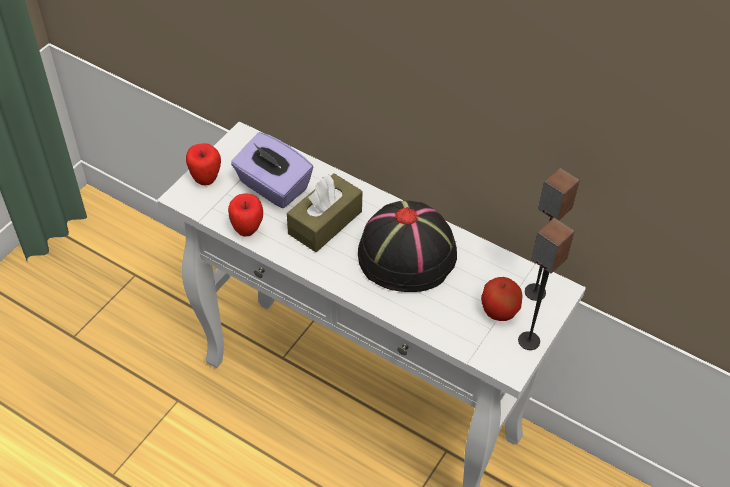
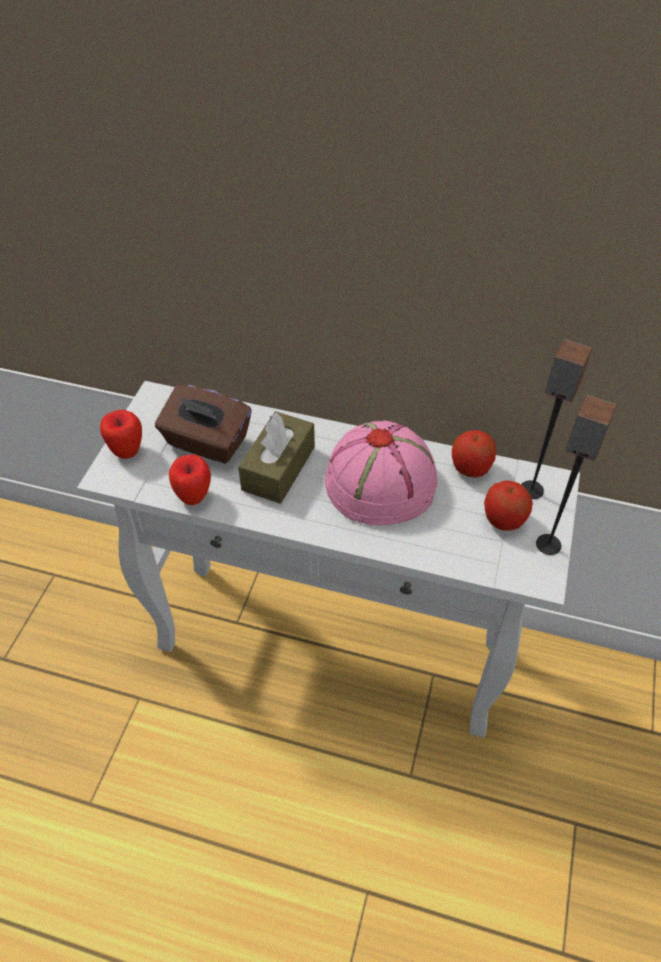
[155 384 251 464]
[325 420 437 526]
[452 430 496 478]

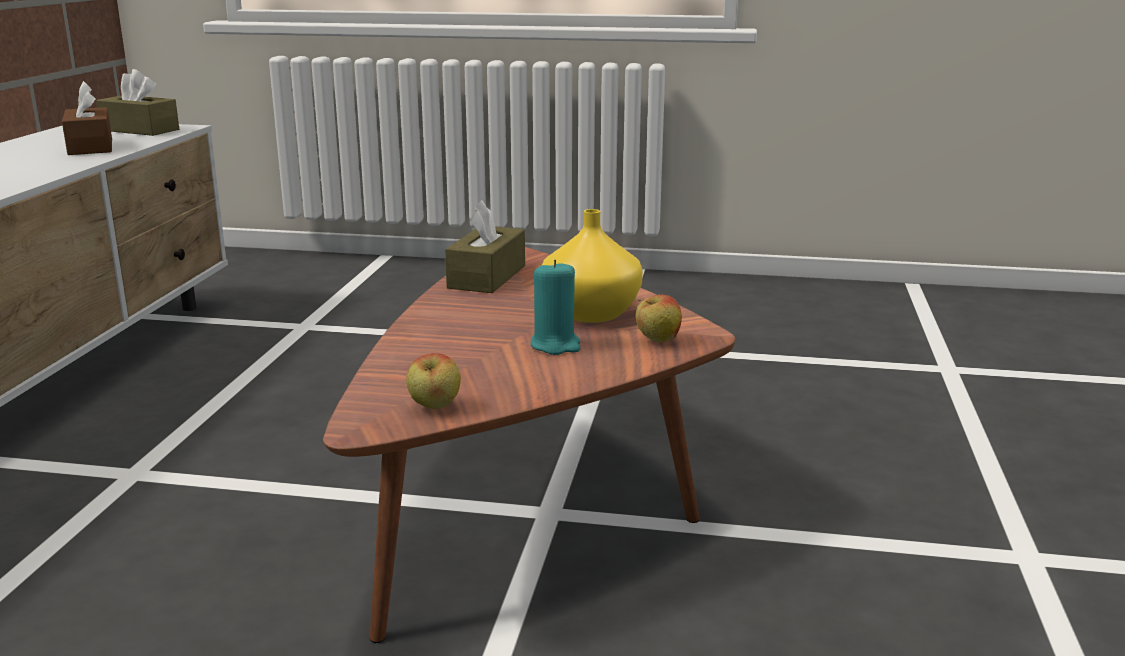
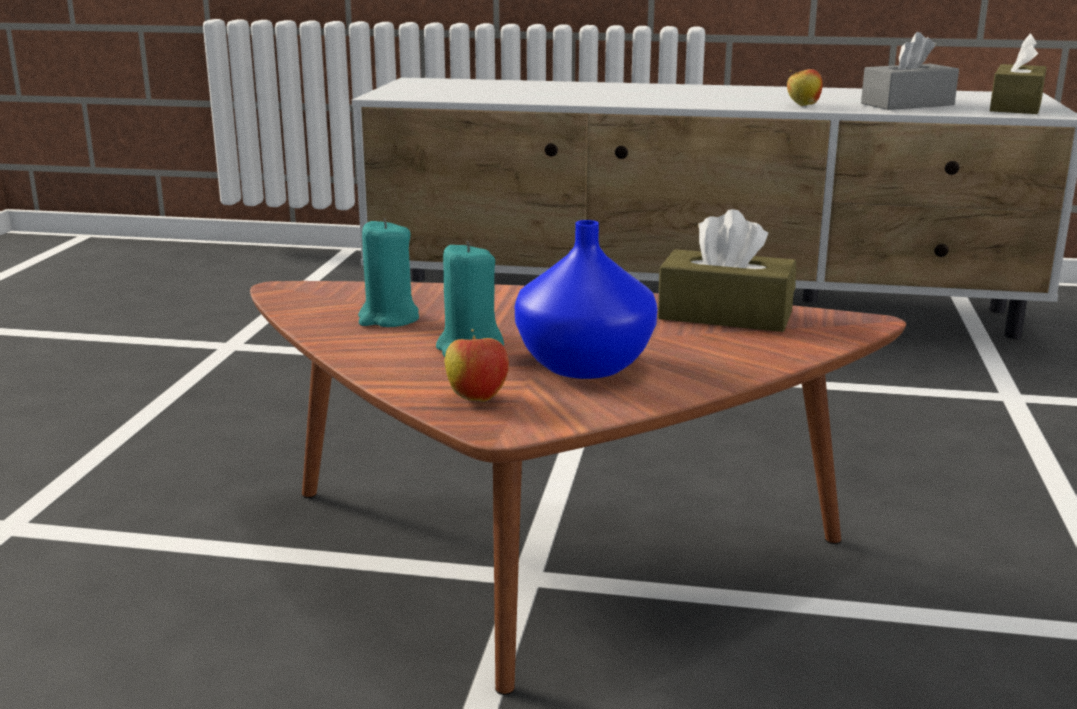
[358 218 419 327]
[515 220 657 379]
[787 69 823 106]
[861 32 959 110]

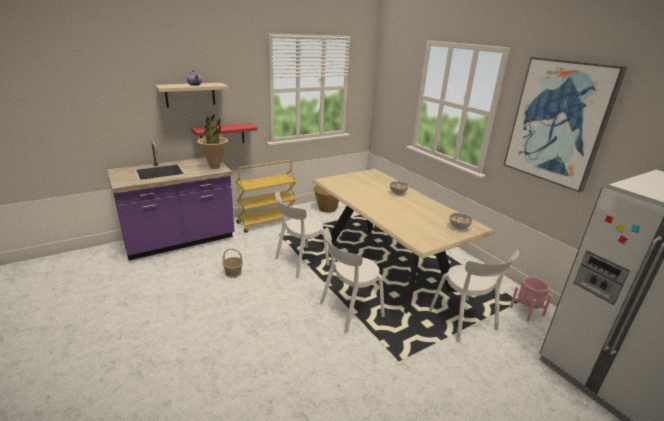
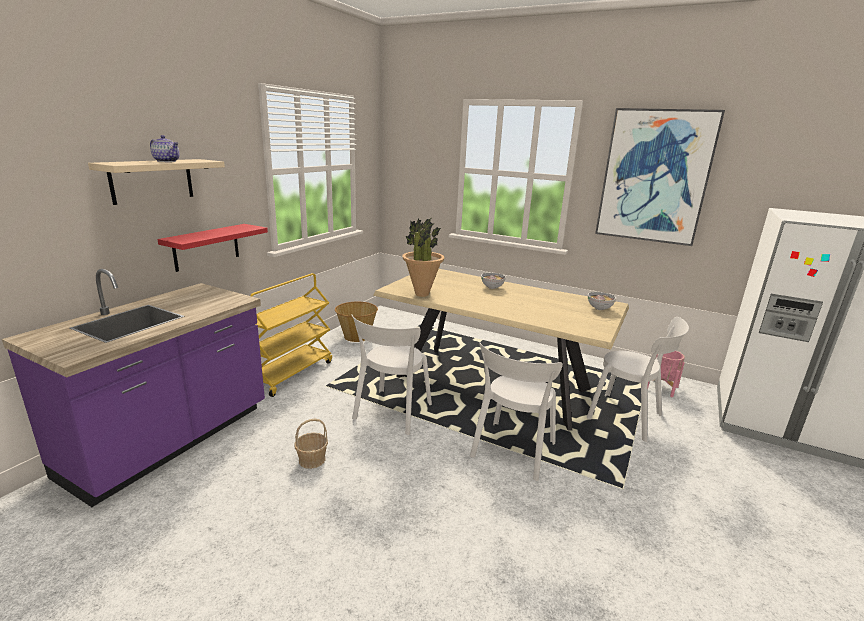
[402 218 445 297]

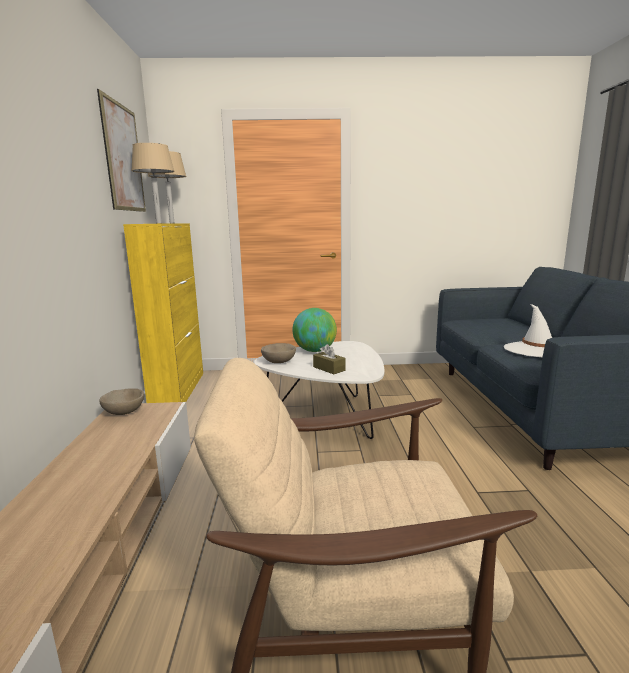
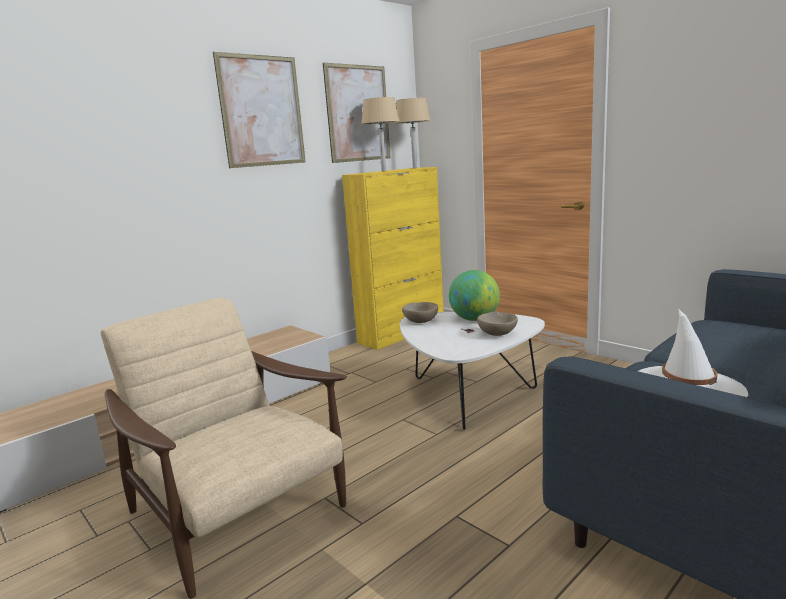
[213 52 305 168]
[477 312 518 336]
[313 344 346 374] (first image)

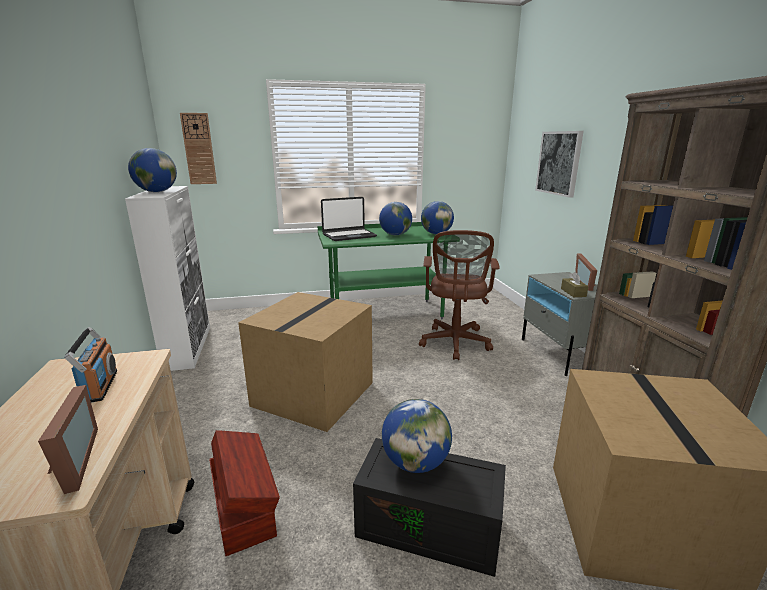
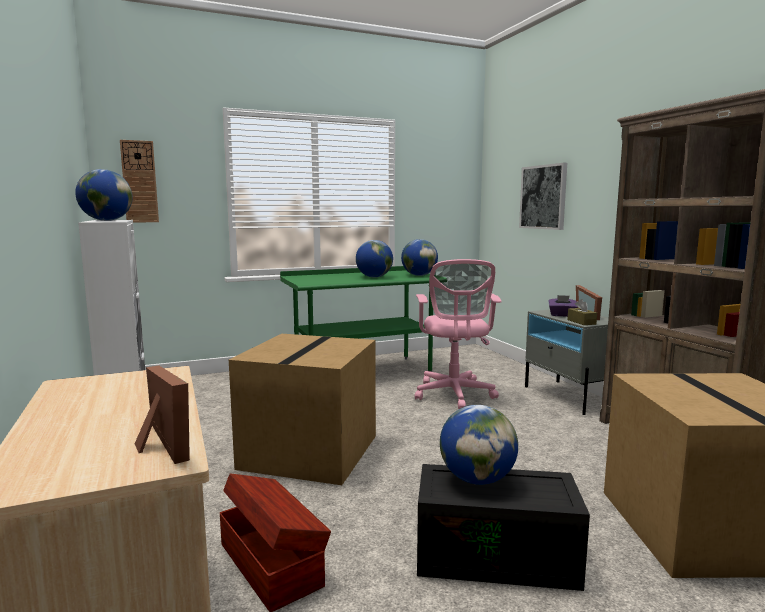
[415 259 502 409]
[548 295 577 317]
[64 327 117 402] (first image)
[321 197 377 241] (first image)

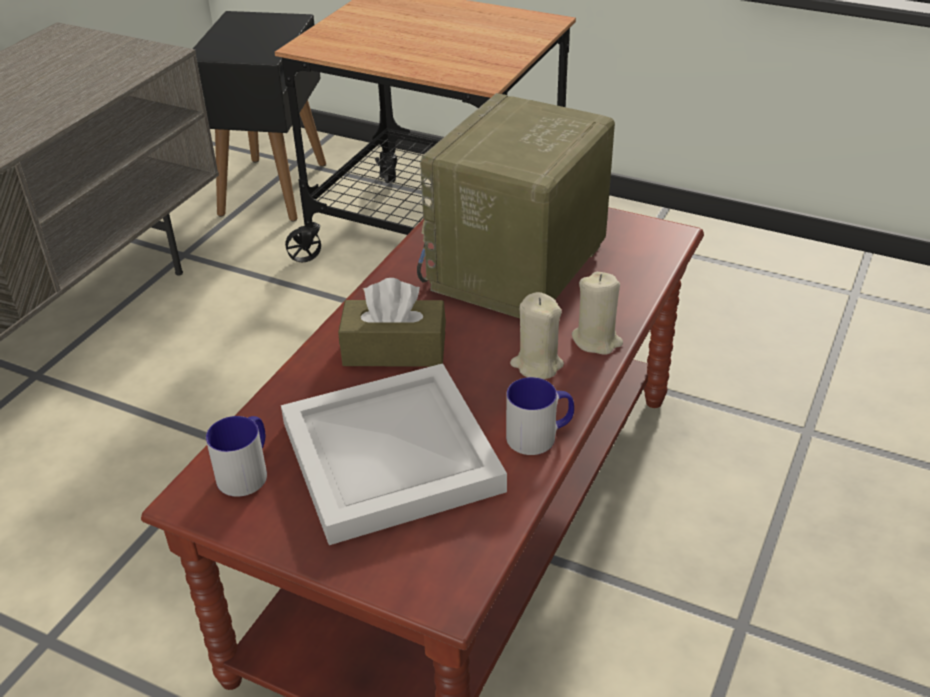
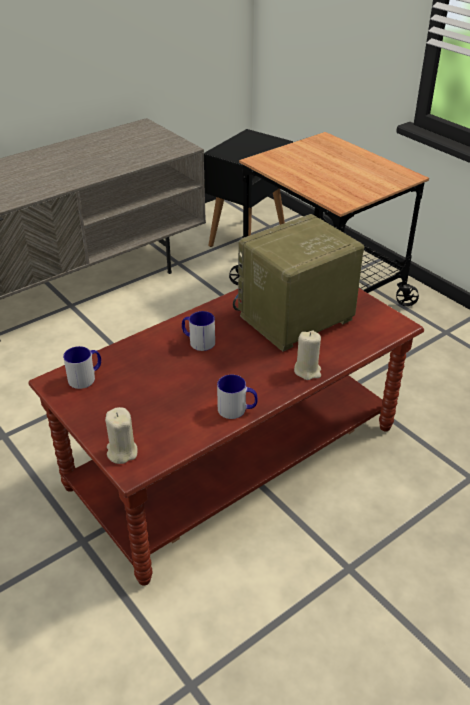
[105 407 138 464]
[182 311 215 351]
[281 363 507 545] (first image)

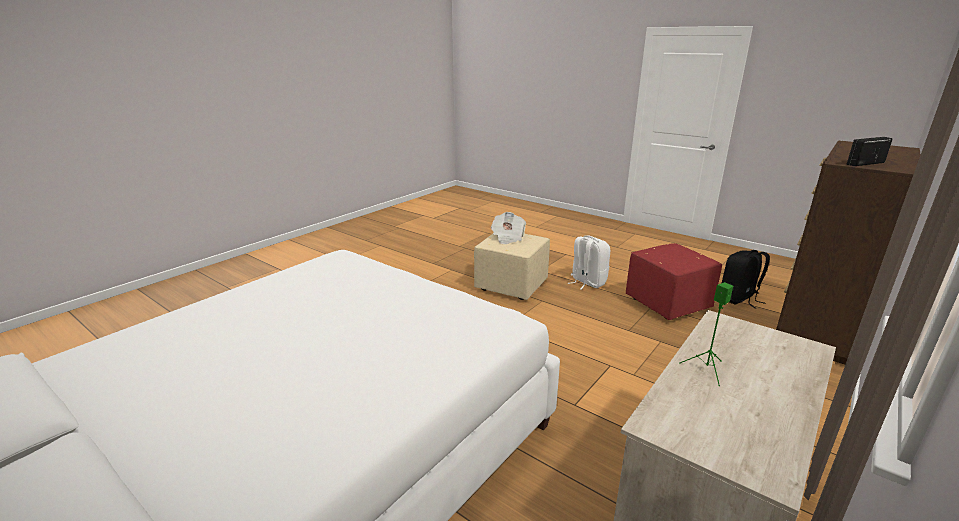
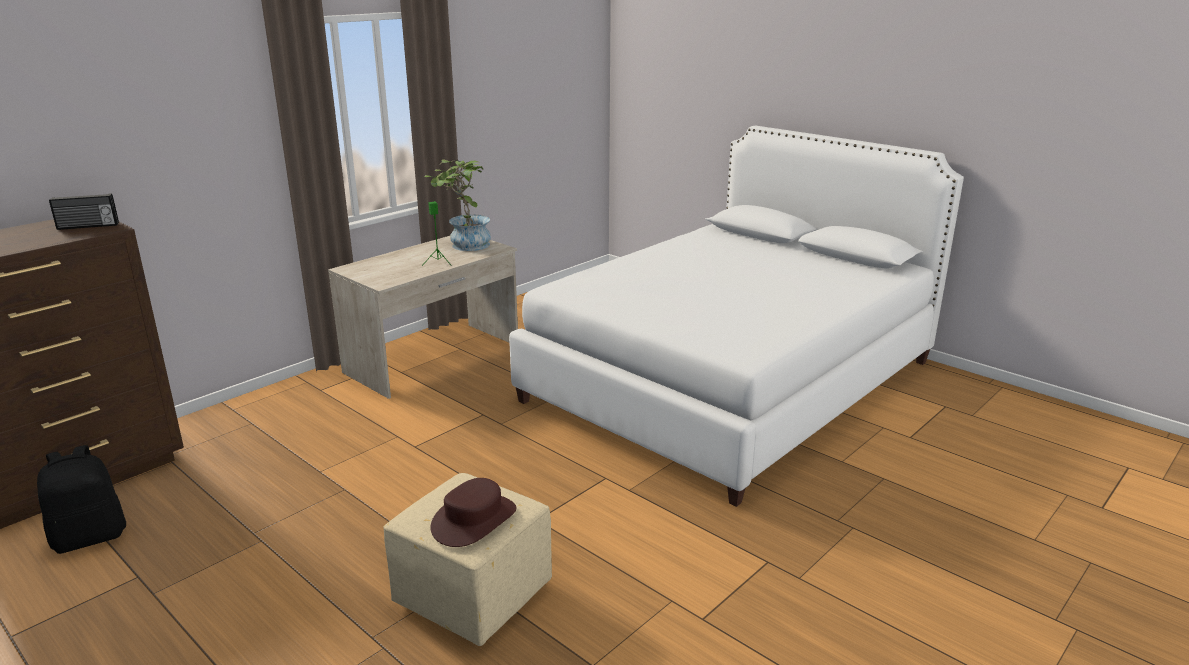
[424 159 491 251]
[430 478 516 547]
[568 235 610 289] (first image)
[626 243 722 320] (first image)

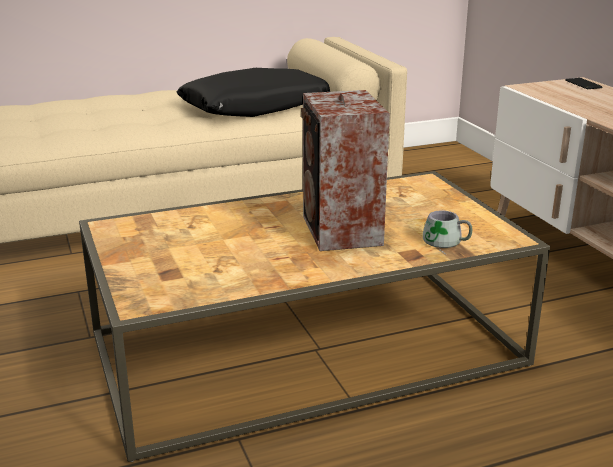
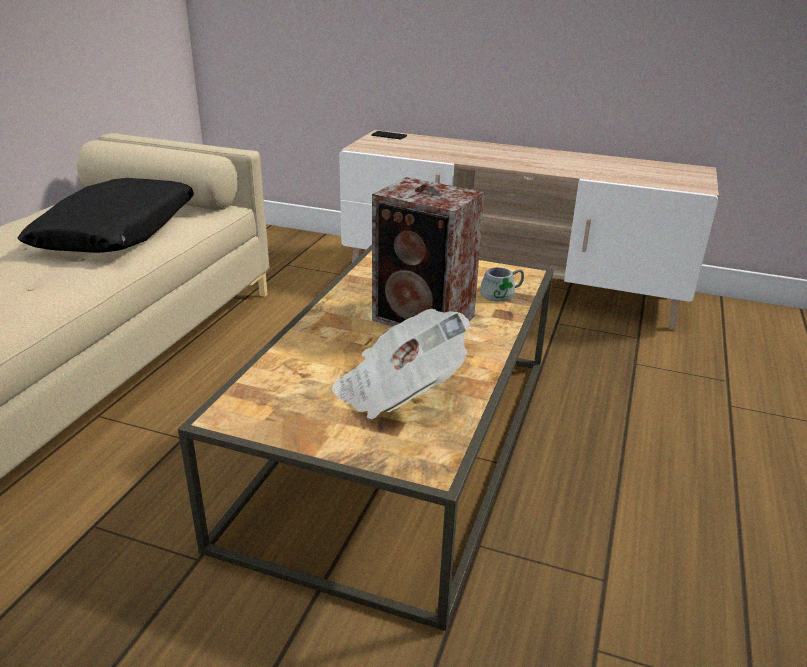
[332 309 471 420]

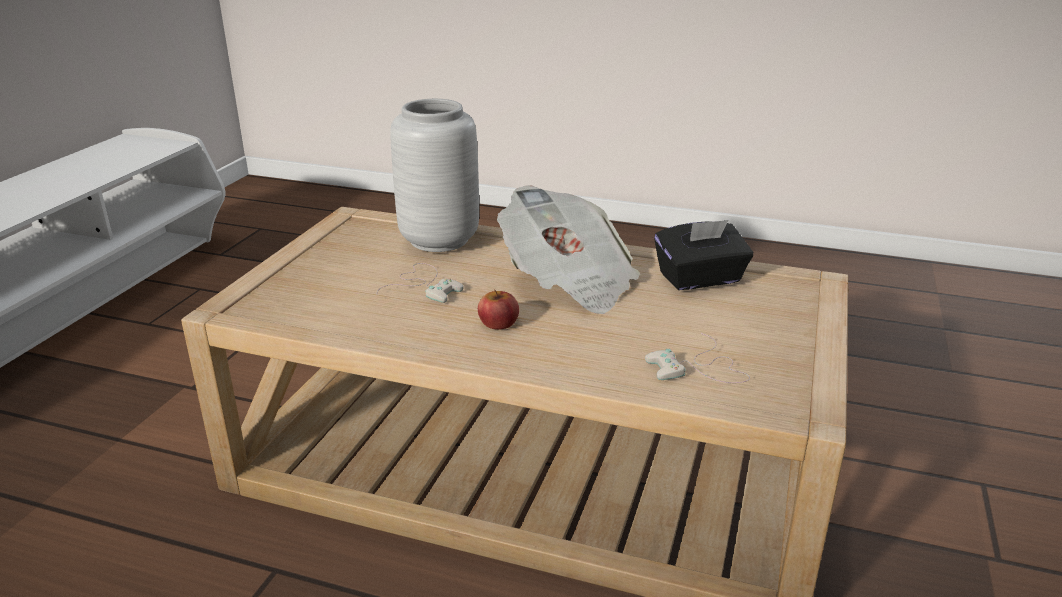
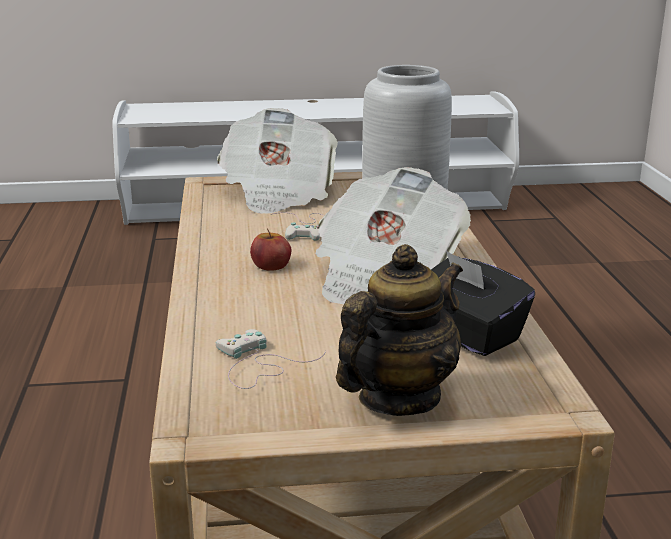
[217 108 338 214]
[336 244 463 416]

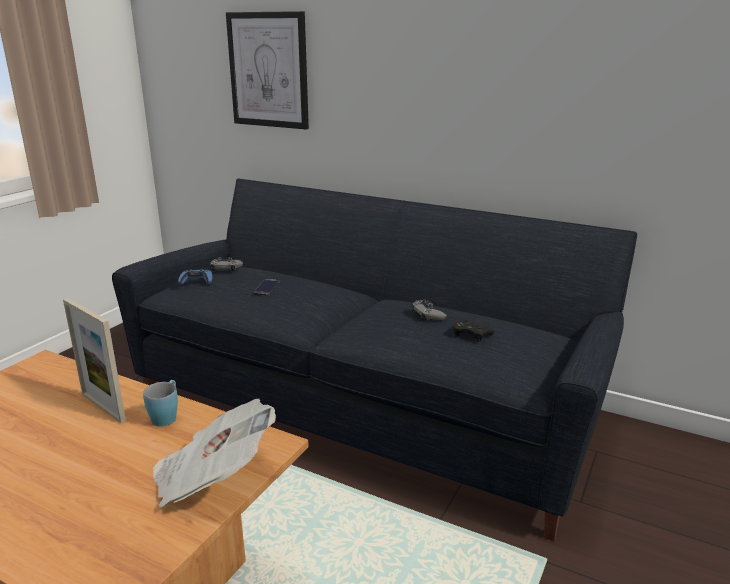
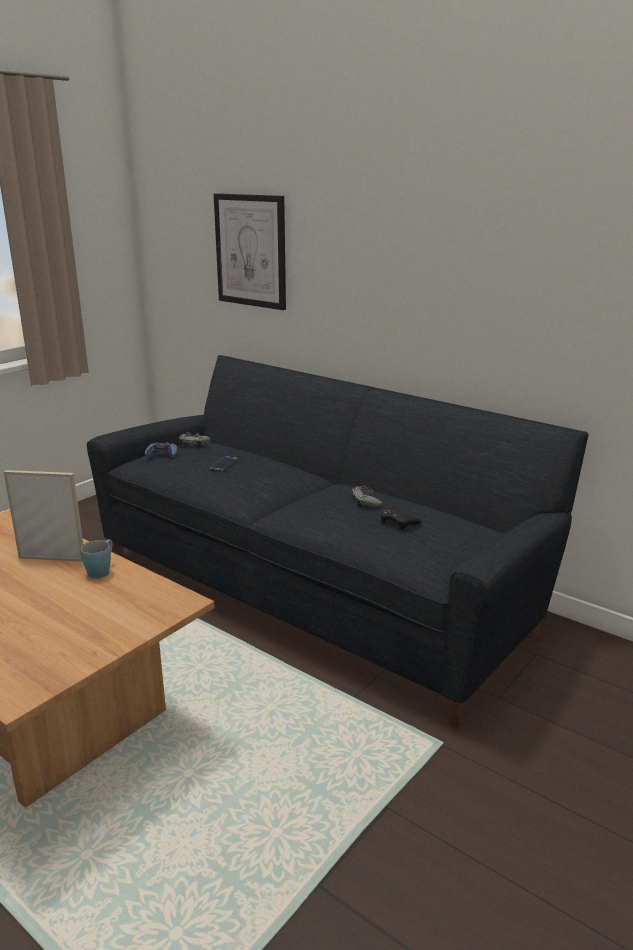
[4 470 83 562]
[153 399 276 507] (first image)

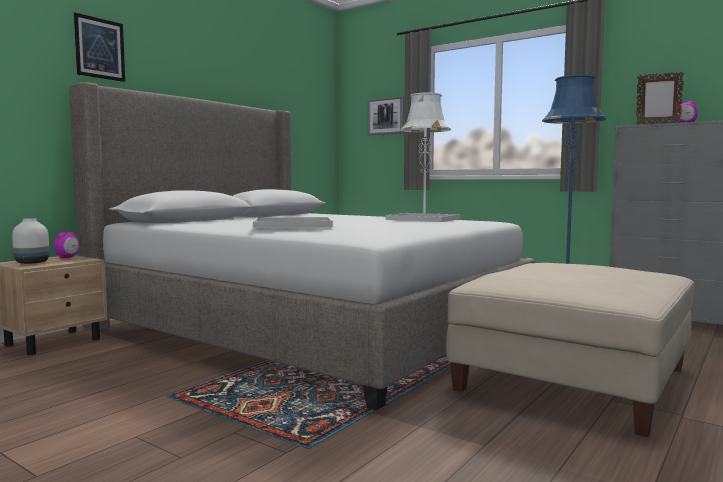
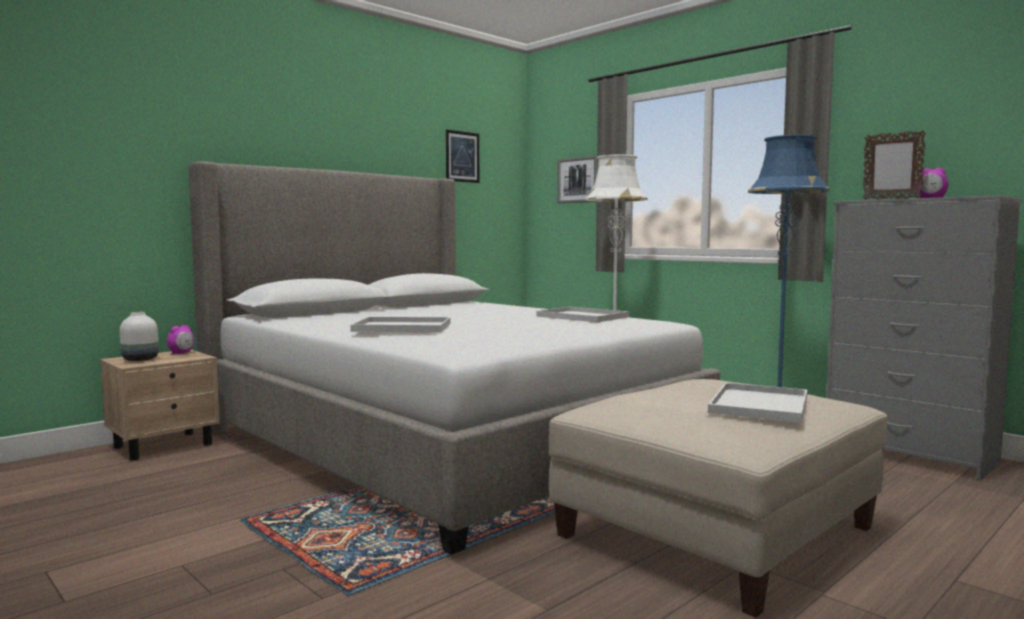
[446 130 479 183]
[708 383 807 423]

